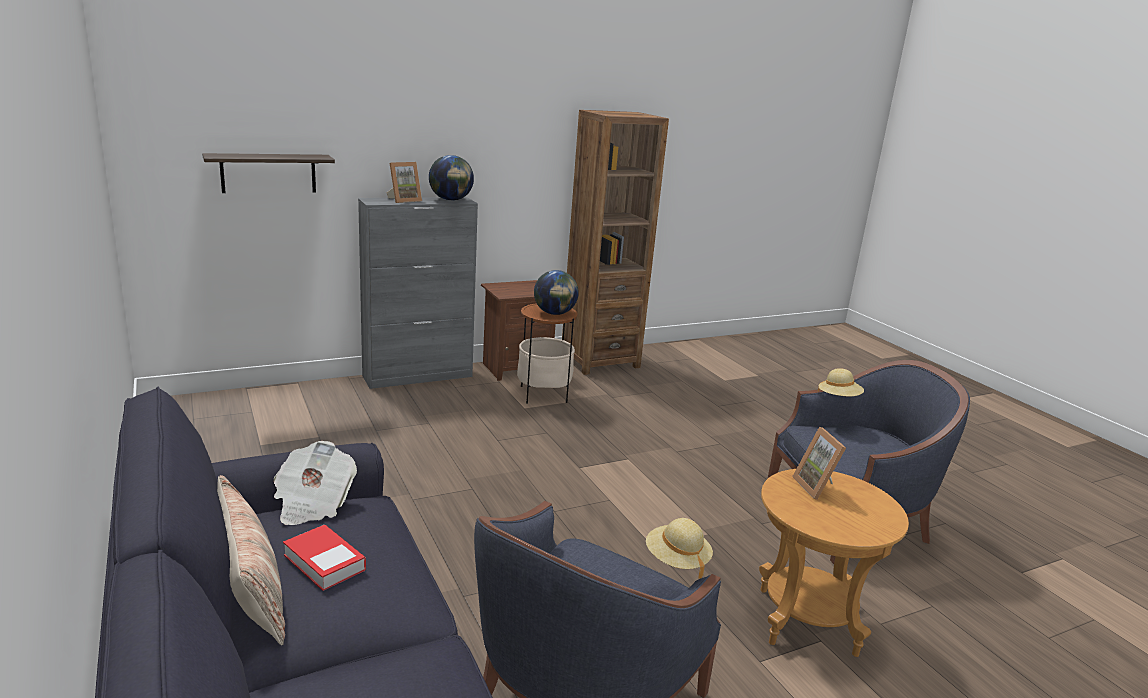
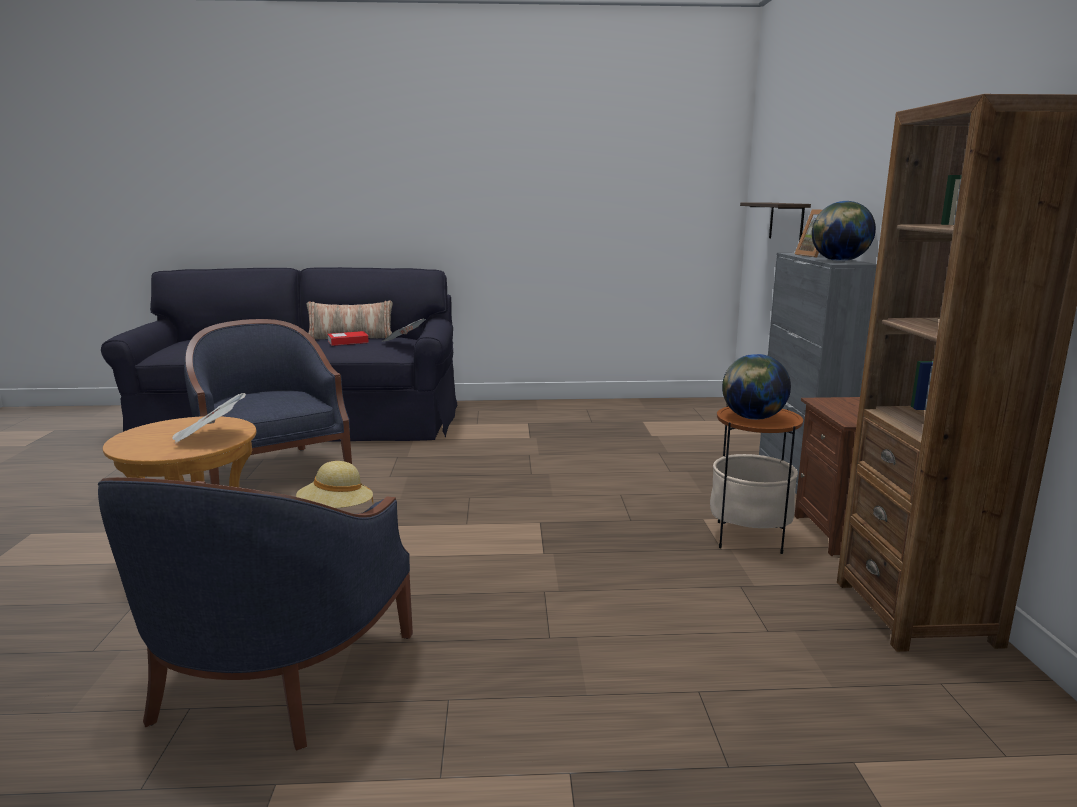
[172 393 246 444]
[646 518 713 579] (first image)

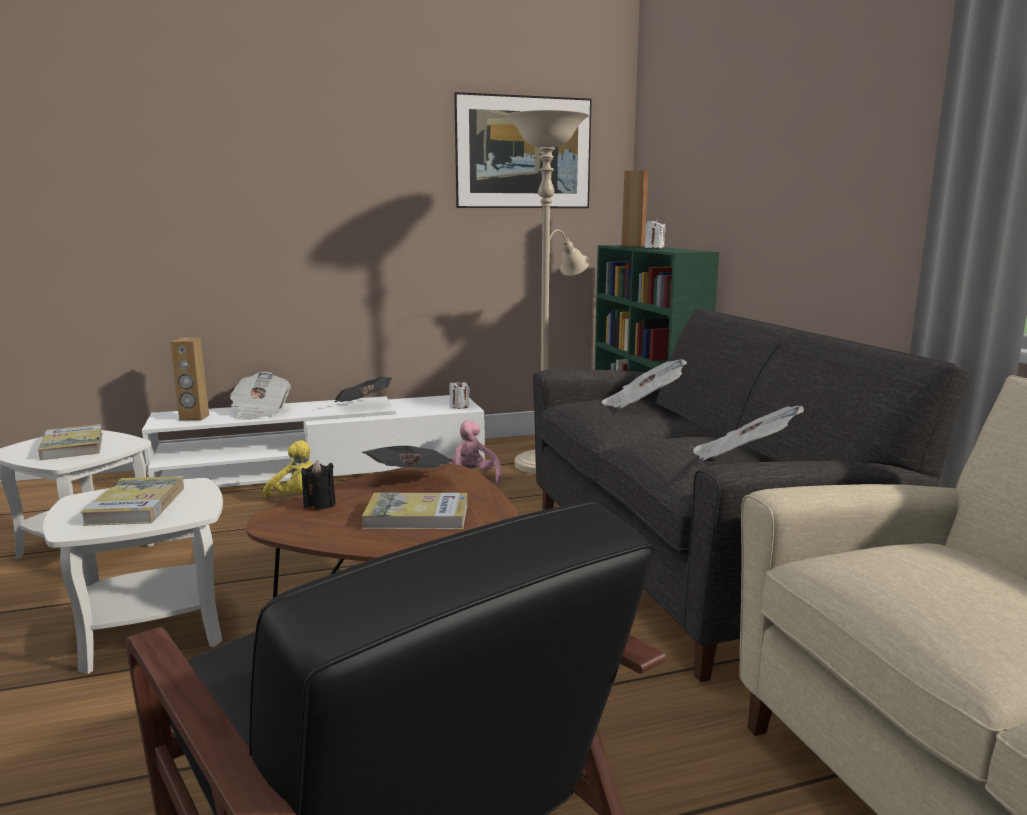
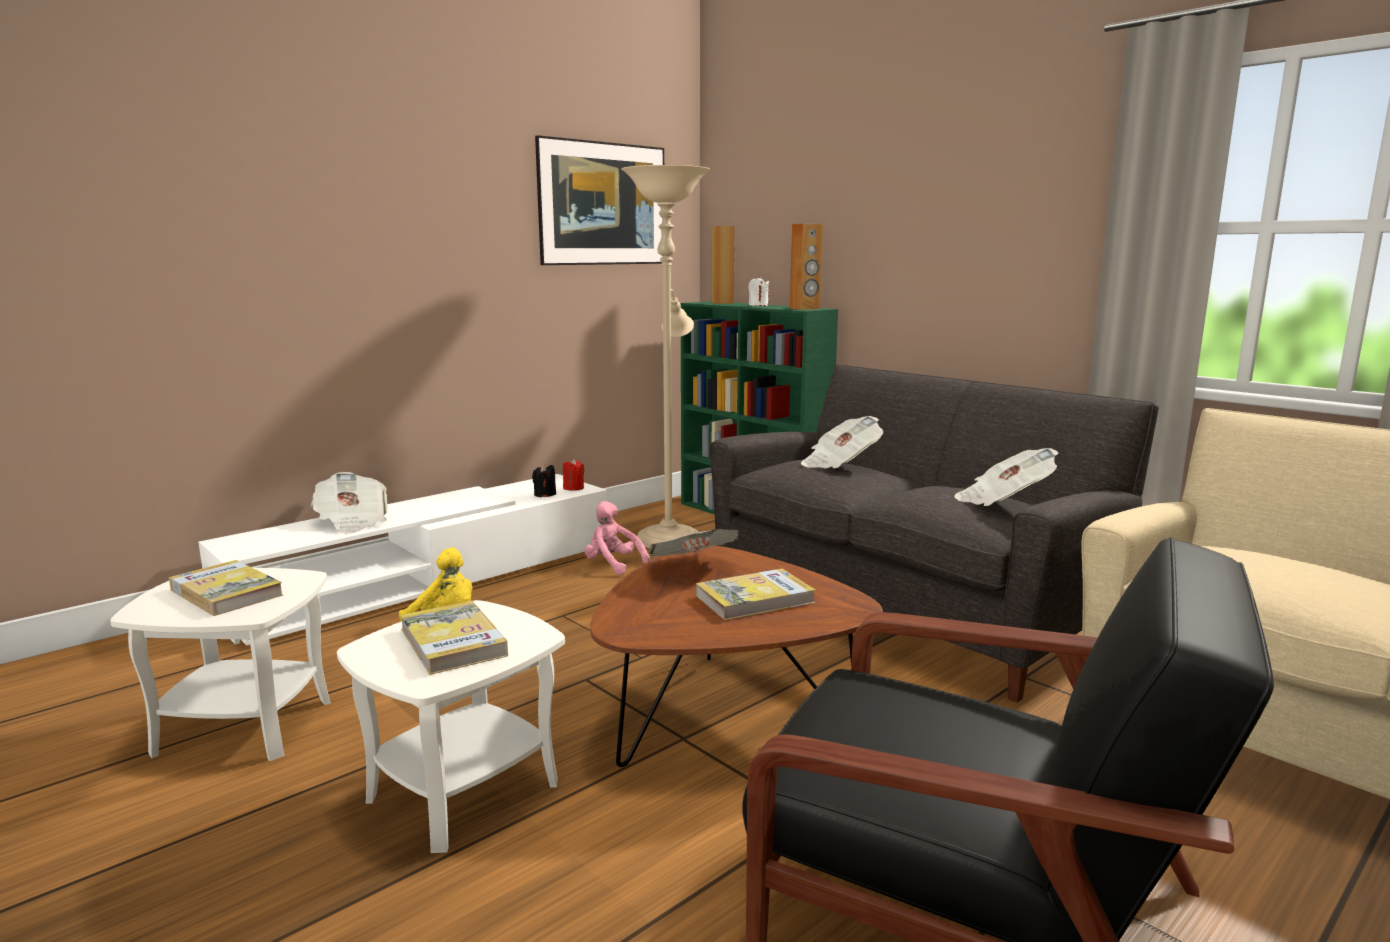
[532 464 556 497]
[563 459 584 491]
[790 224 823 310]
[334 377 392 402] (first image)

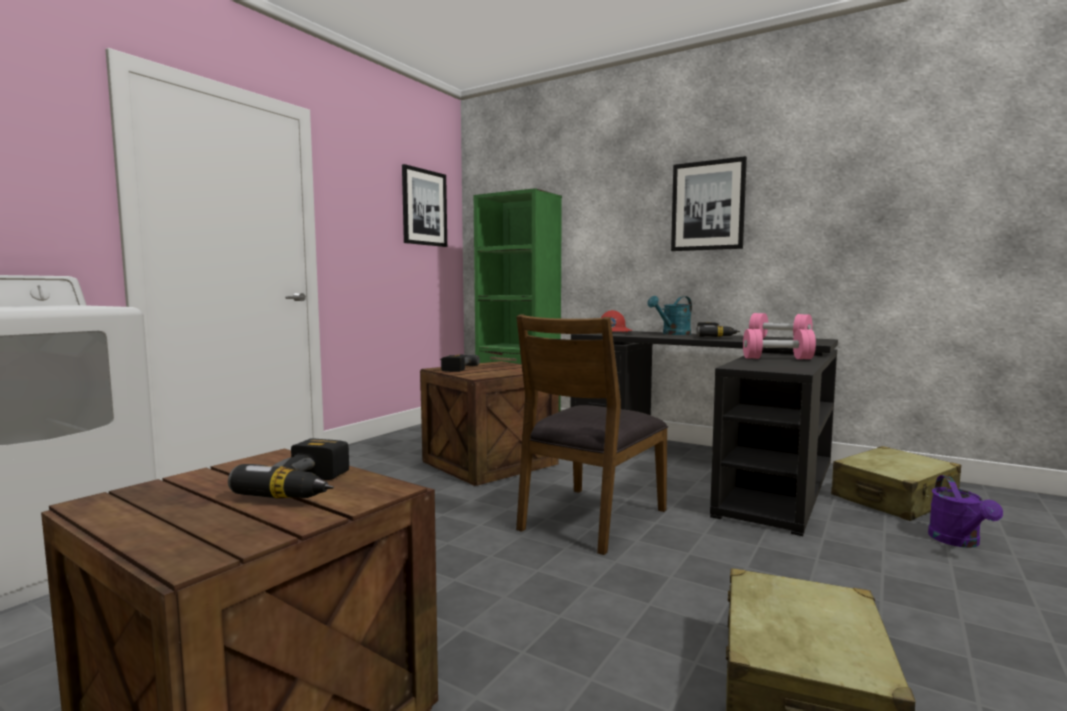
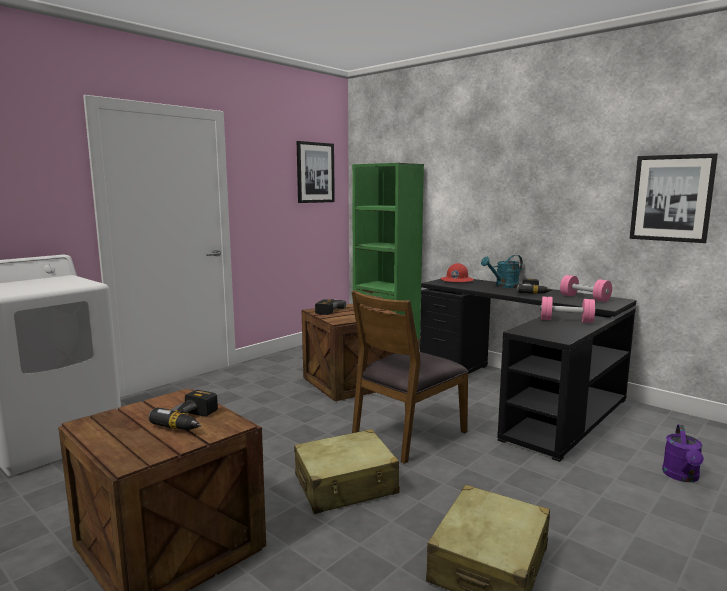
[294 429 400 514]
[630 153 718 243]

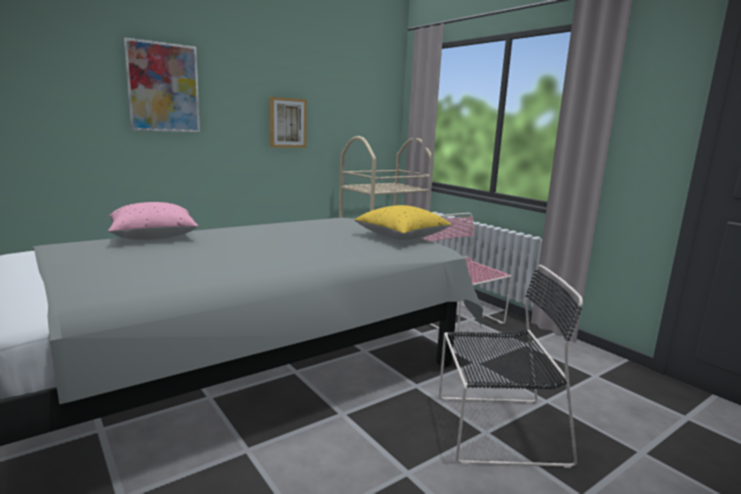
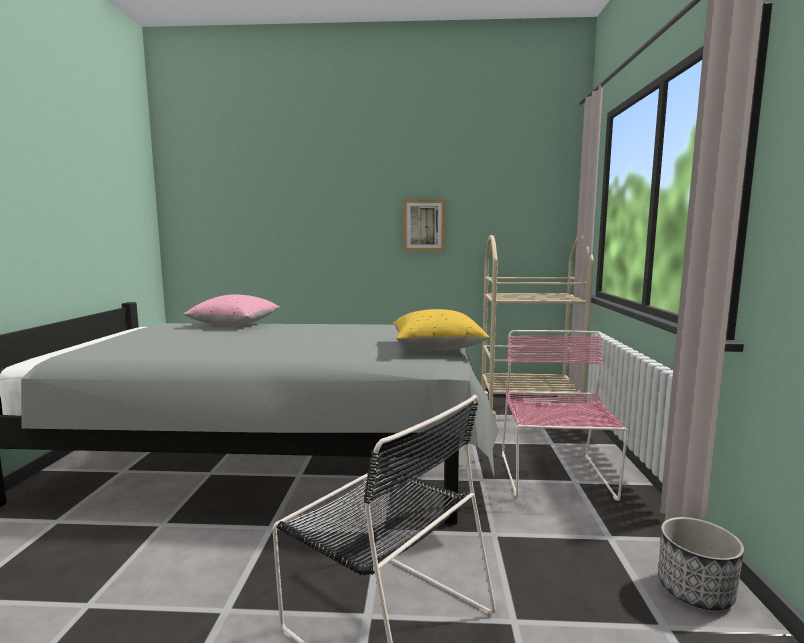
[658 517 744 610]
[124 38 200 132] (first image)

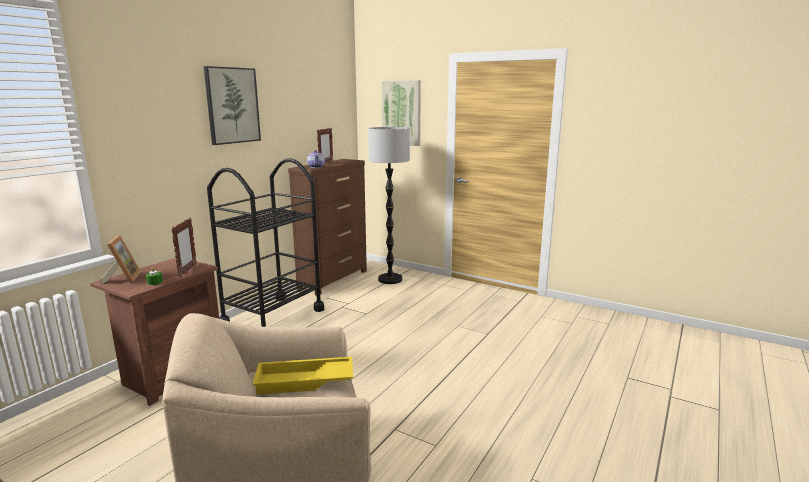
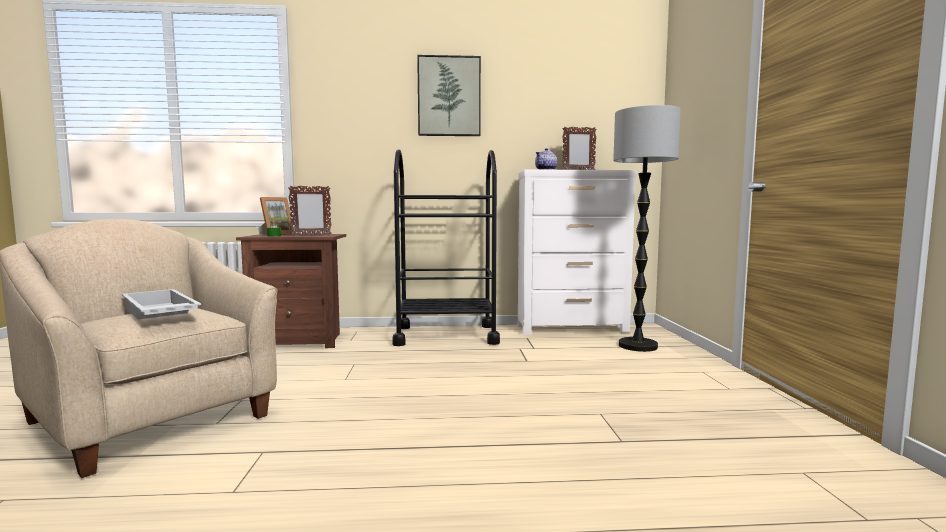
[122 289 201 320]
[518 169 637 335]
[382 80 421 146] (first image)

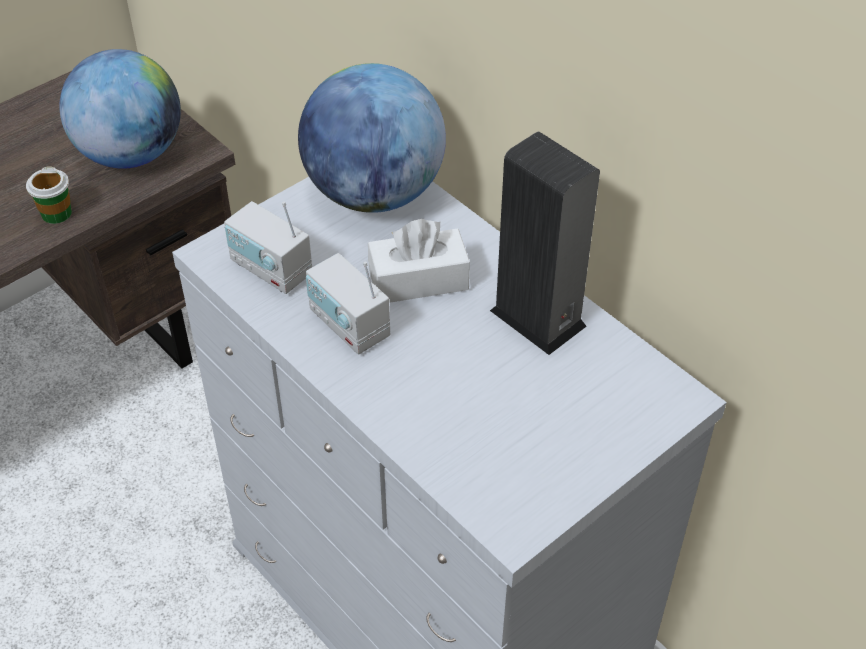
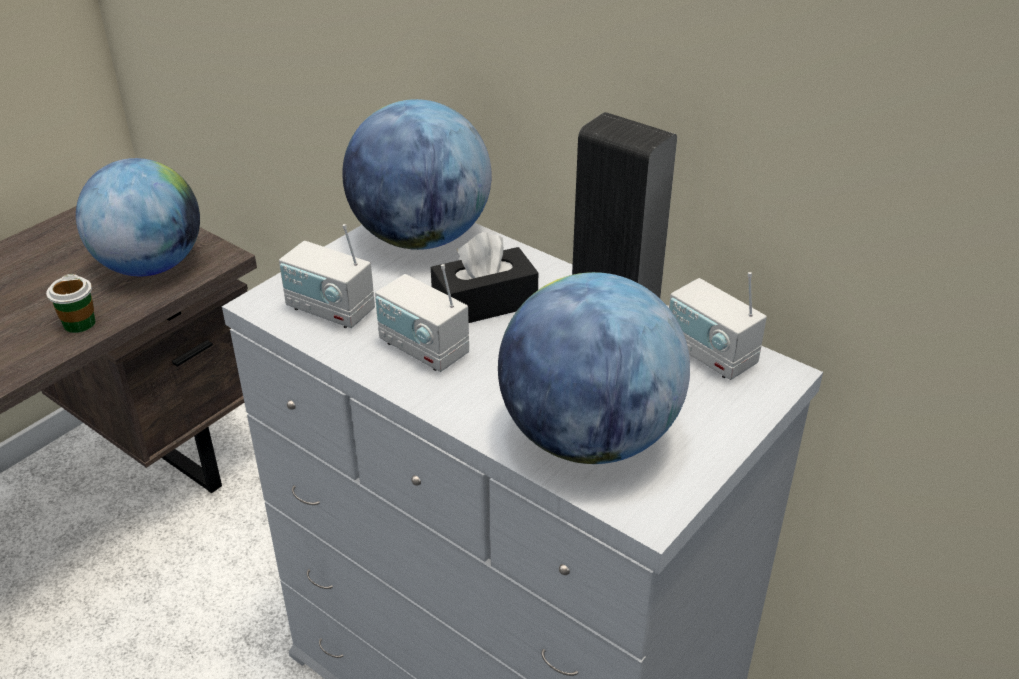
[431 232 538 323]
[498 272 690 464]
[669 272 767 380]

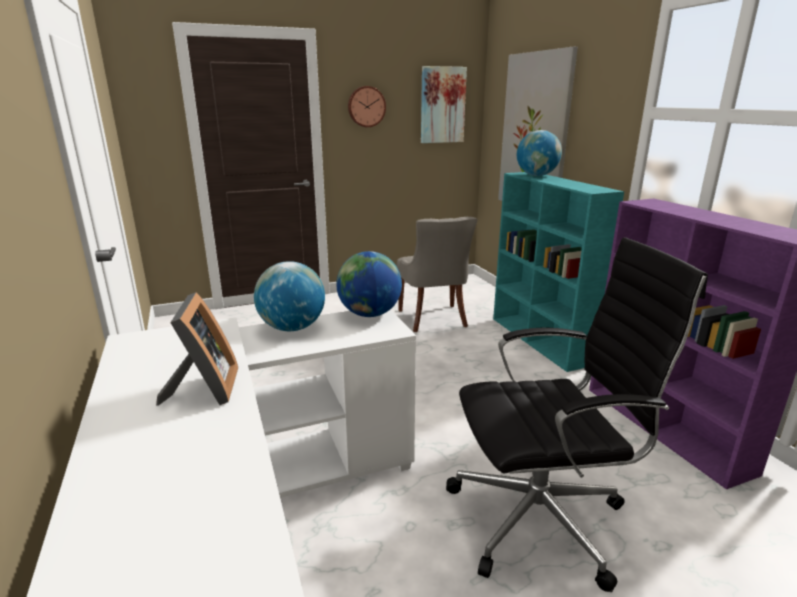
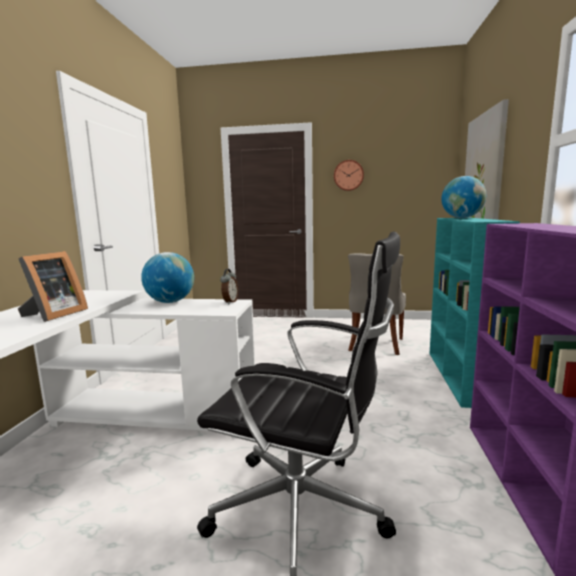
[220 269 238 304]
[421 66 467 143] (first image)

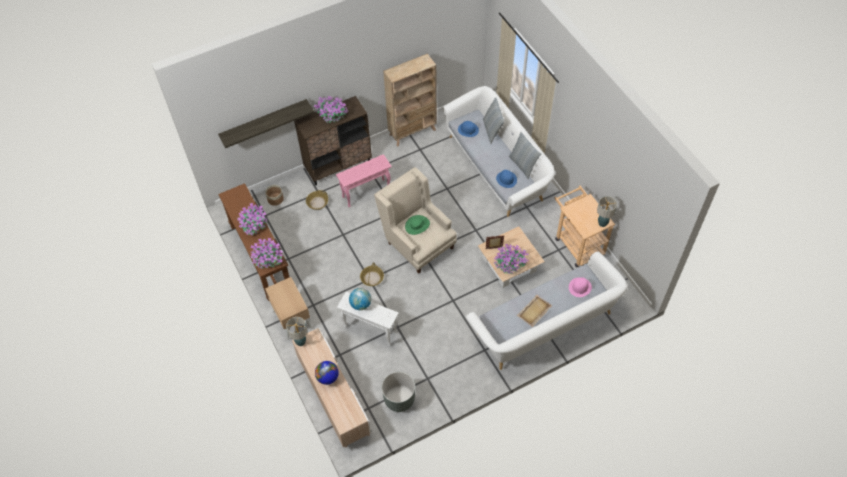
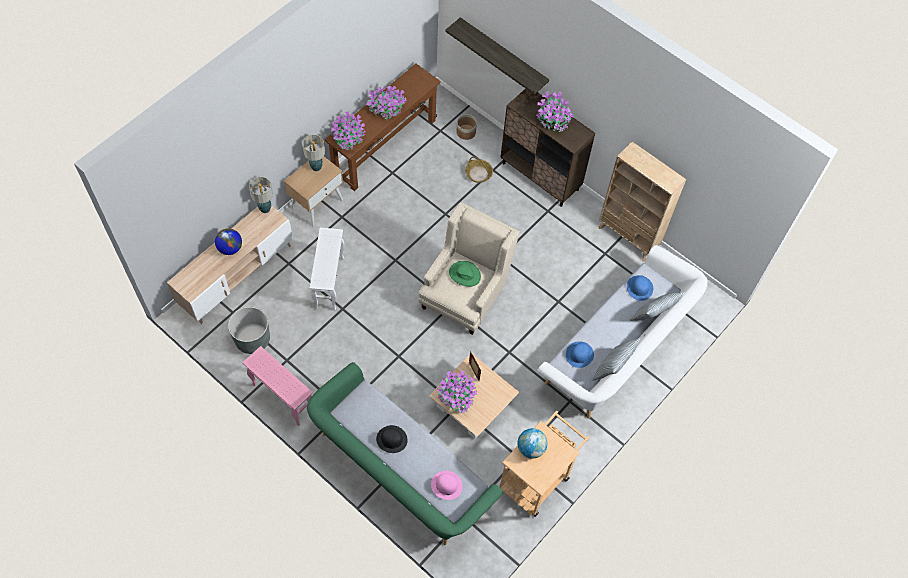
[242 346 313 426]
[302 134 325 171]
[307 362 503 545]
[376 425 408 453]
[517 428 547 459]
[360 262 384 286] (first image)

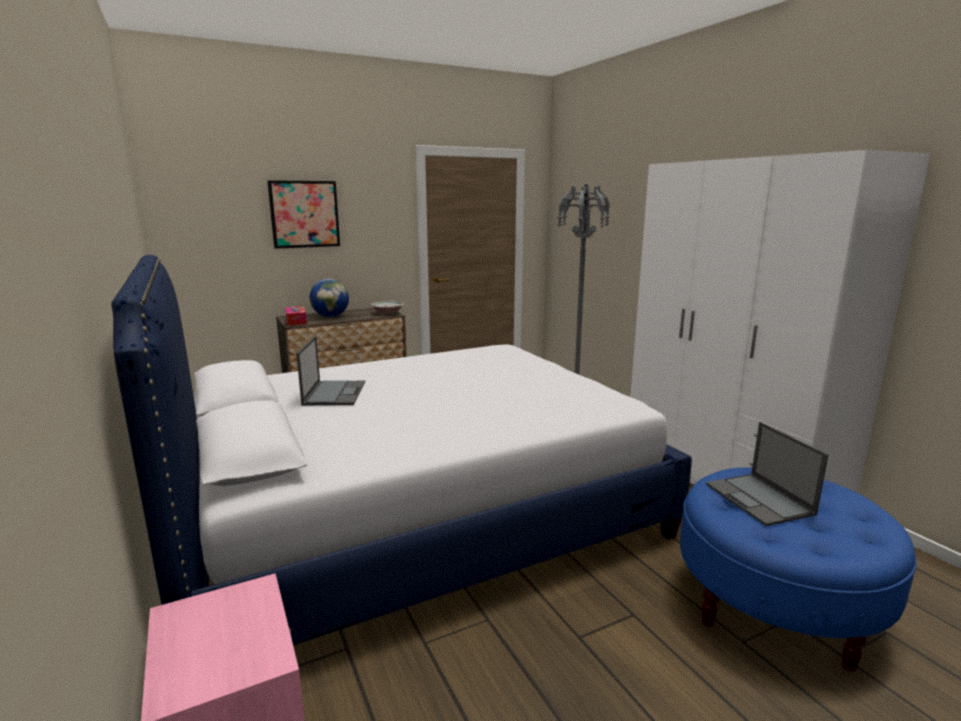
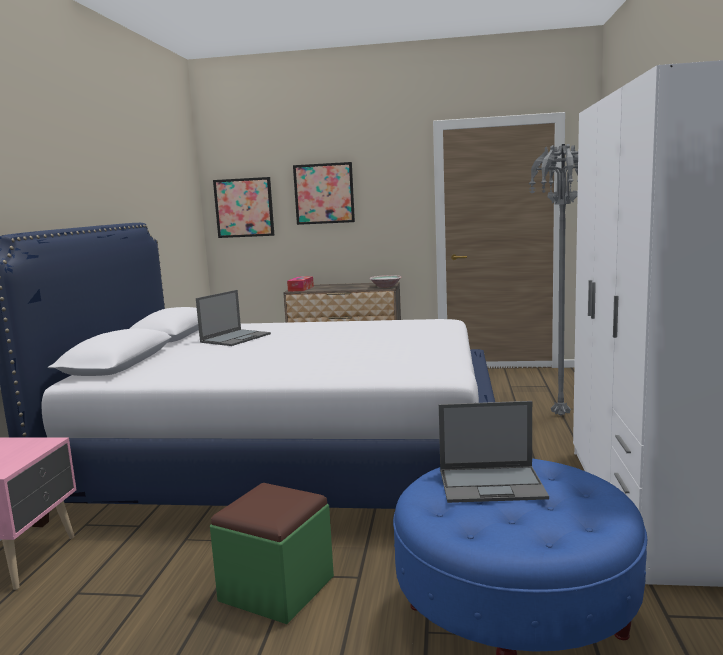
[210 483 334 624]
[213 177 274 238]
[439 401 549 503]
[310 279 349 317] (first image)

